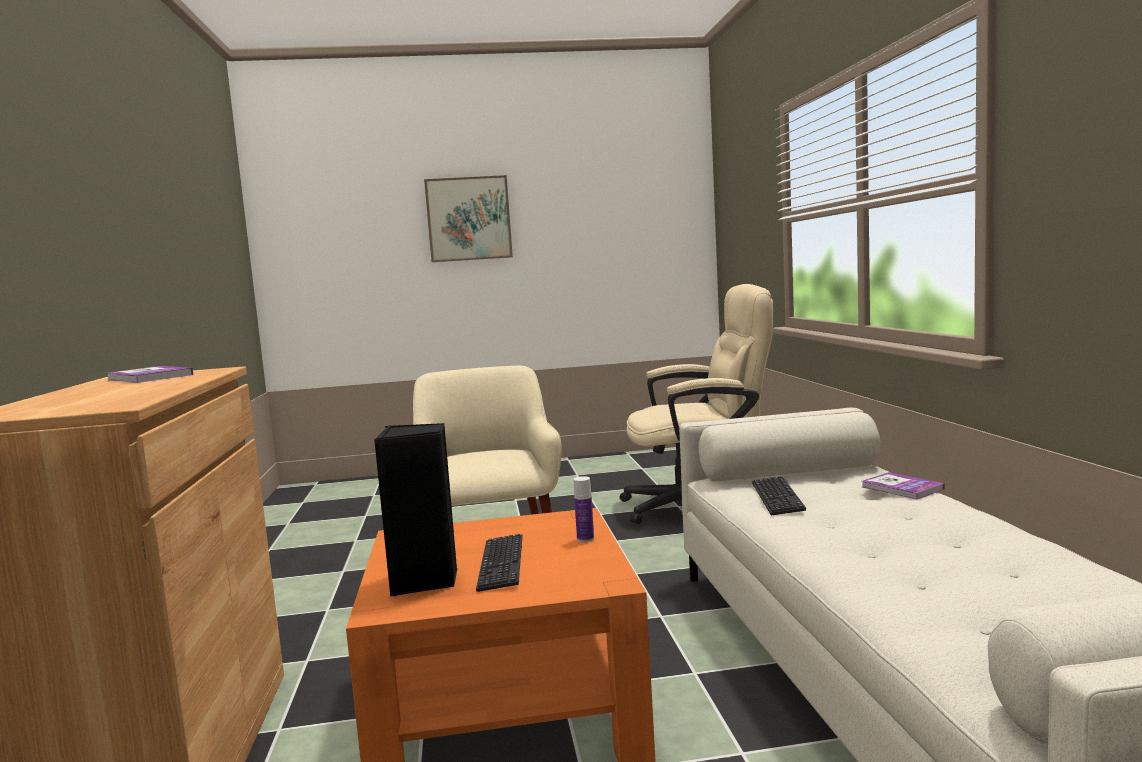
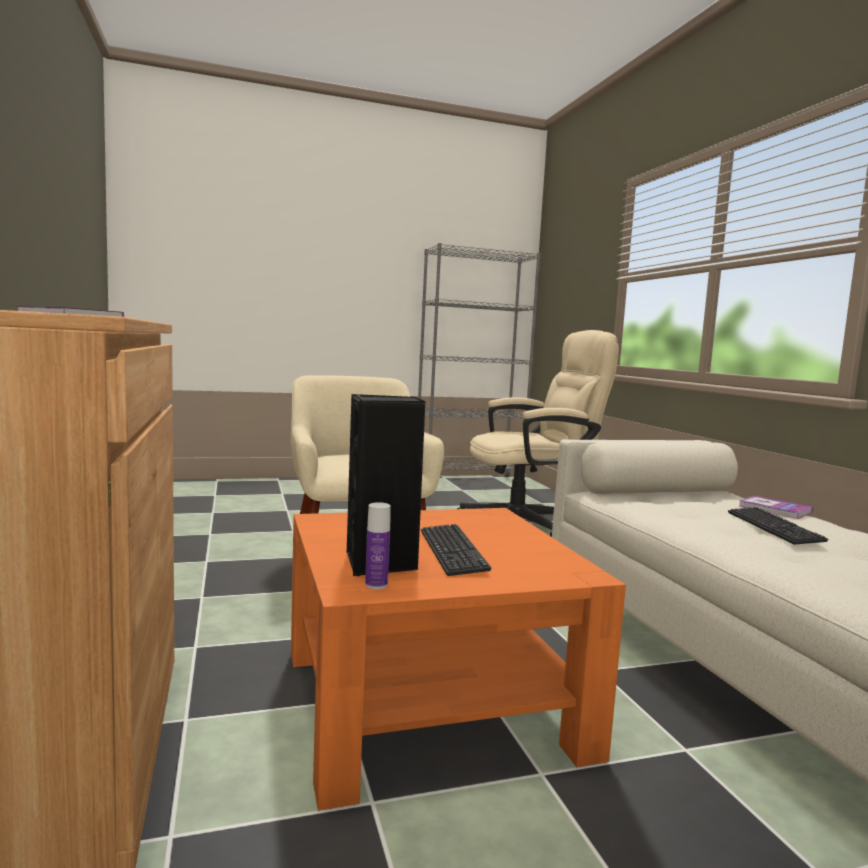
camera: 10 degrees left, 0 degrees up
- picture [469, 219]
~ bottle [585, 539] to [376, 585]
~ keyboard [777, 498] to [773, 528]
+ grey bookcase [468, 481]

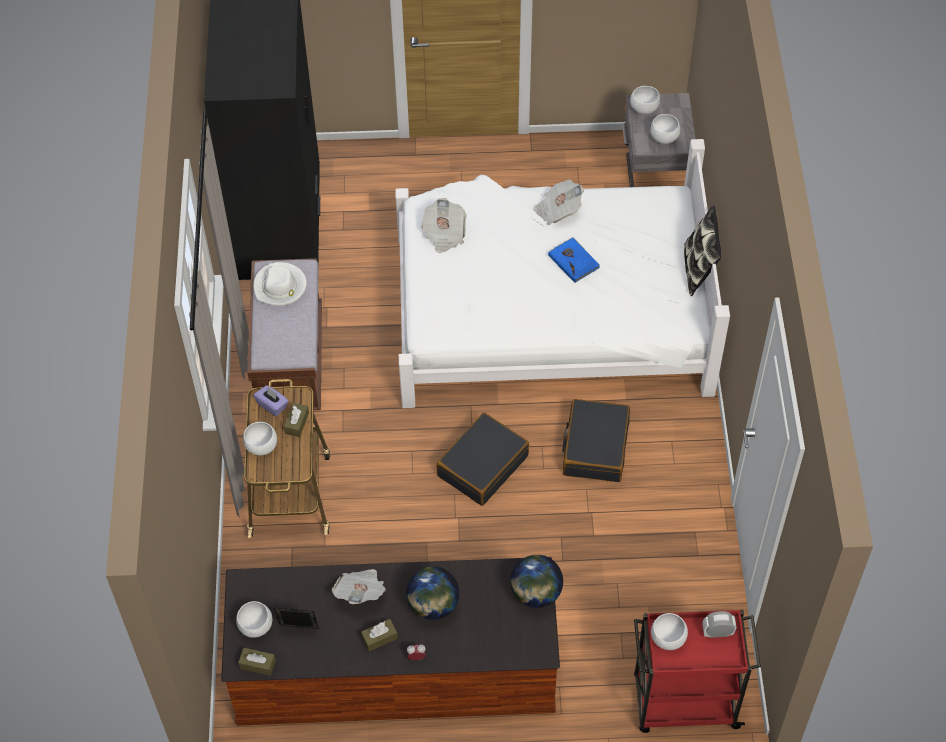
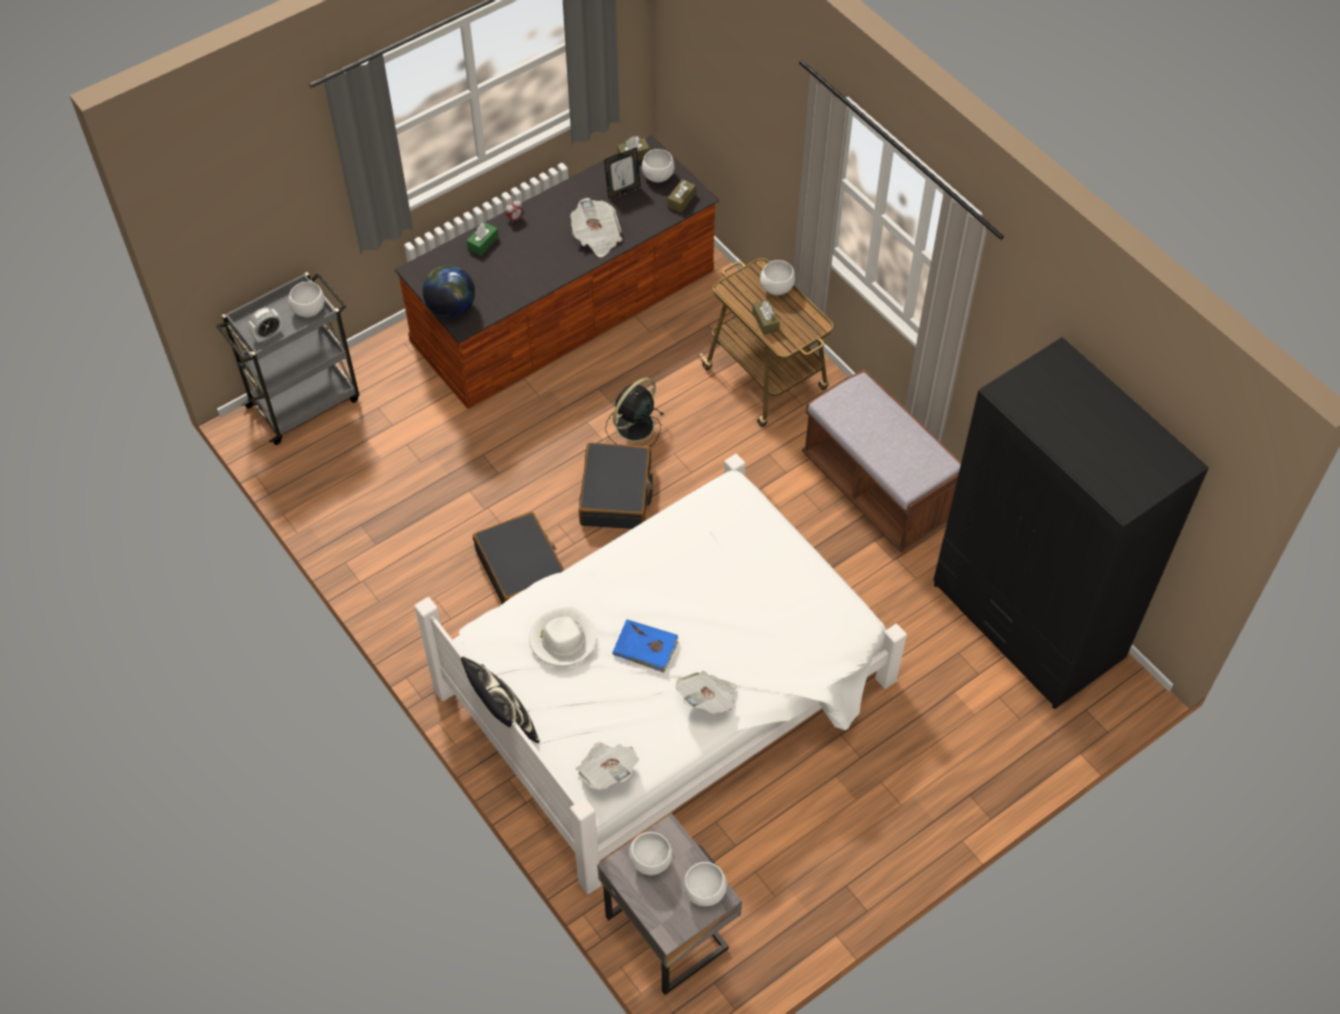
camera: 145 degrees right, 0 degrees up
~ white hat [280, 287] to [562, 639]
- purple tissue box [272, 405]
~ brown tissue box [379, 638] to [681, 200]
- globe [433, 605]
~ newspaper [444, 234] to [607, 771]
~ red cart [683, 702] to grey cart [305, 402]
+ green tissue box [483, 243]
+ black fan [633, 427]

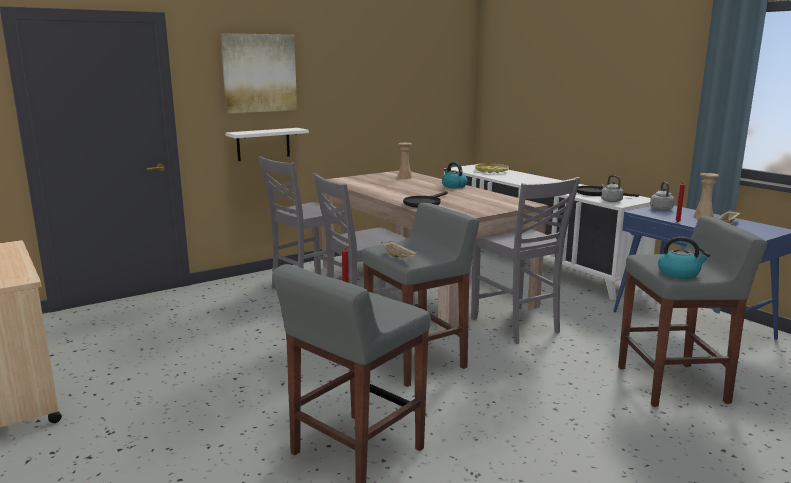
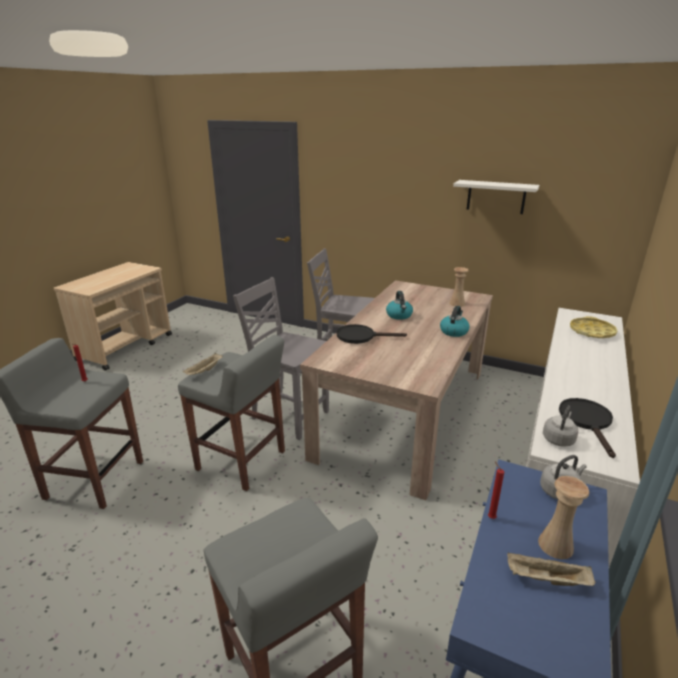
camera: 60 degrees right, 10 degrees up
- picture [259, 73]
~ white shelf [263, 144] to [496, 197]
- grey chair [516, 326]
~ kettle [679, 273] to [399, 315]

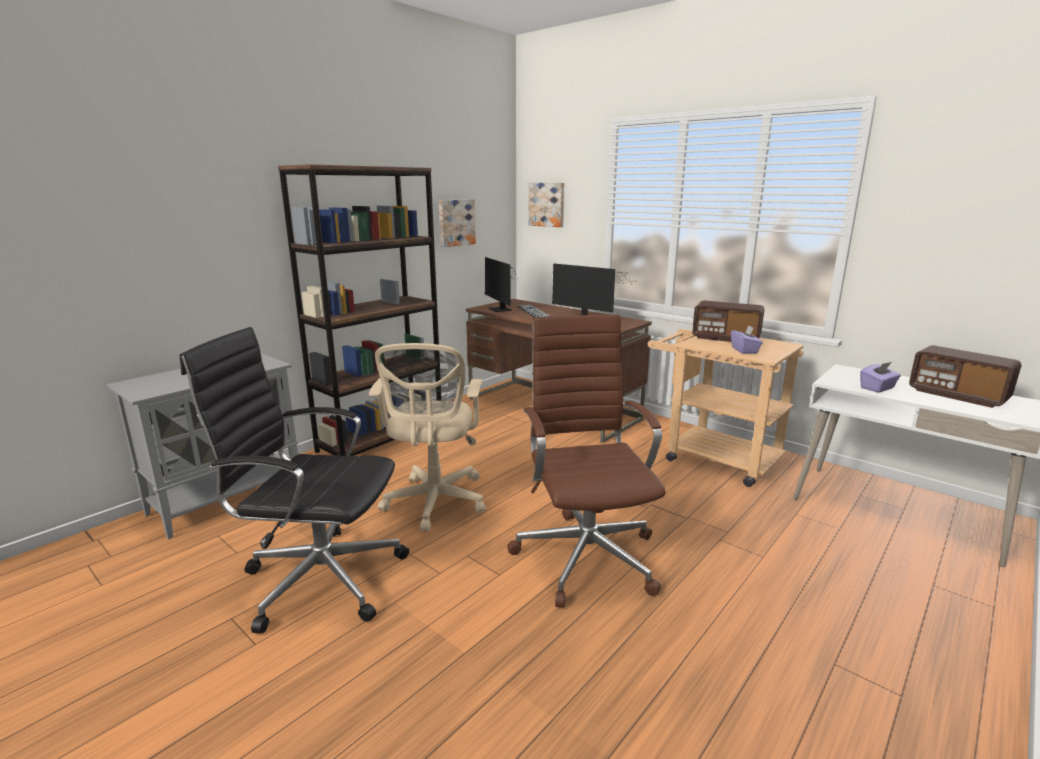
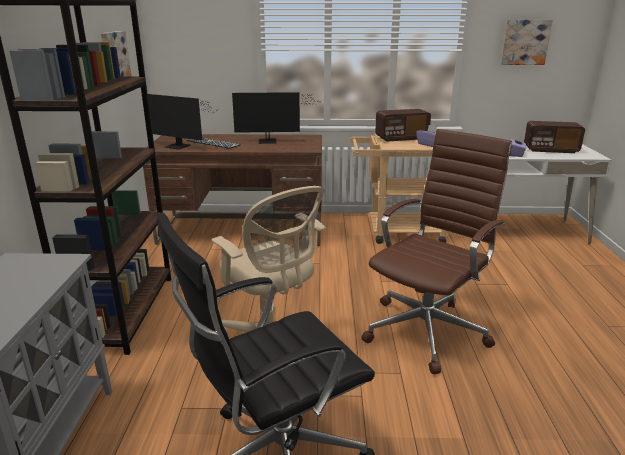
camera: 40 degrees left, 5 degrees up
~ brown office chair [586, 554] = [427, 330] 90 degrees clockwise
~ picture [547, 204] to [525, 42]

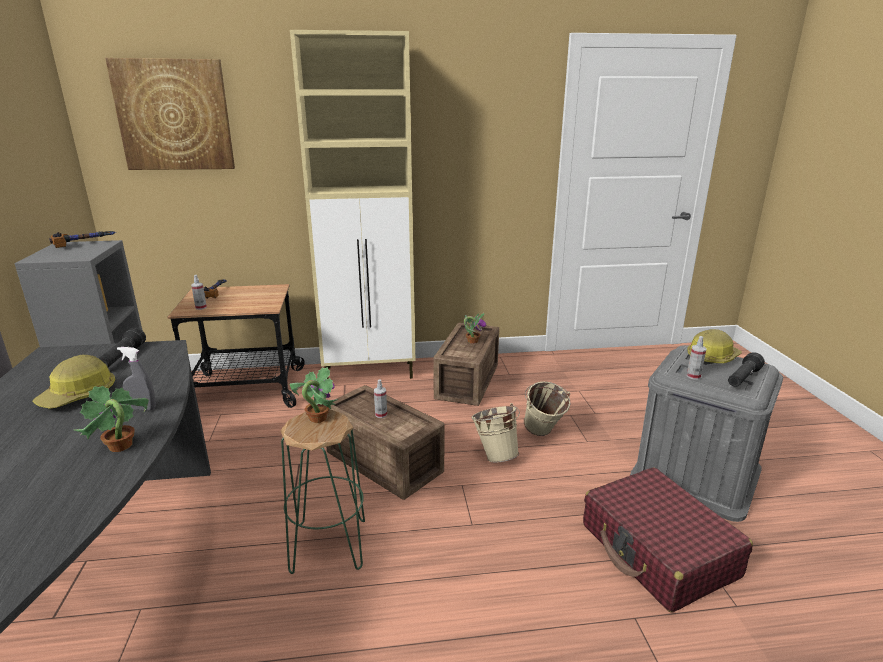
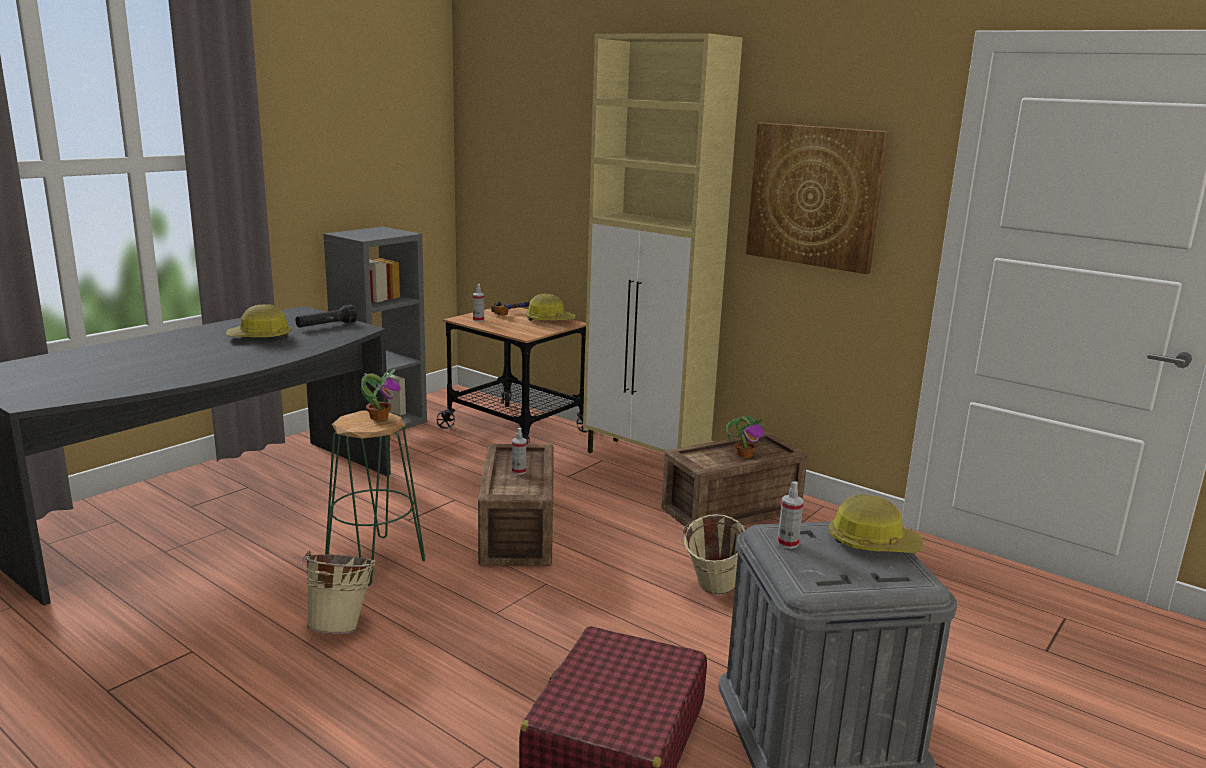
camera: 45 degrees right, 5 degrees down
- hammer [85, 243]
- potted plant [120, 446]
~ picture [174, 115] to [814, 196]
- grey spray bottle [143, 408]
~ beige bucket [495, 455] to [342, 626]
- black flashlight [742, 379]
+ hard hat [549, 320]

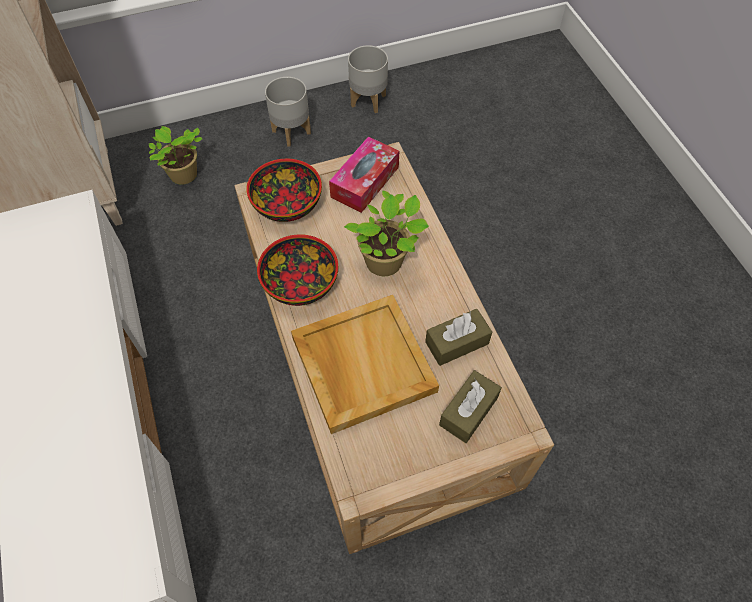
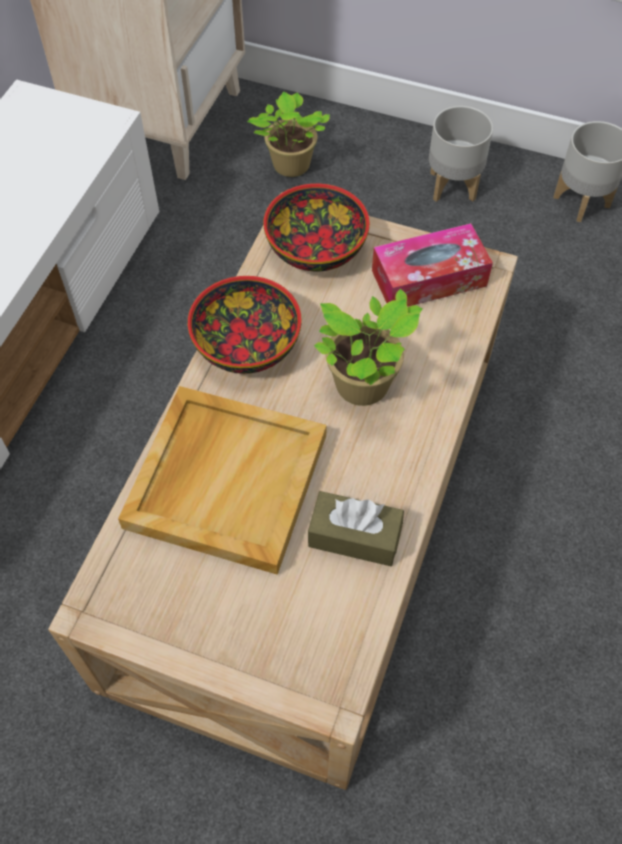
camera: 40 degrees right, 0 degrees up
- brown tissue box [468, 411]

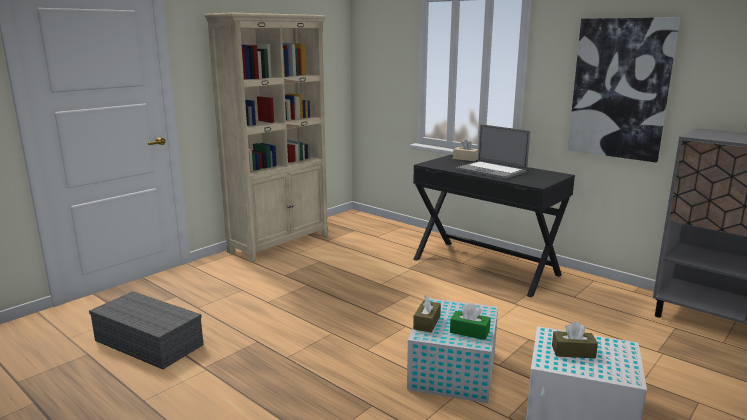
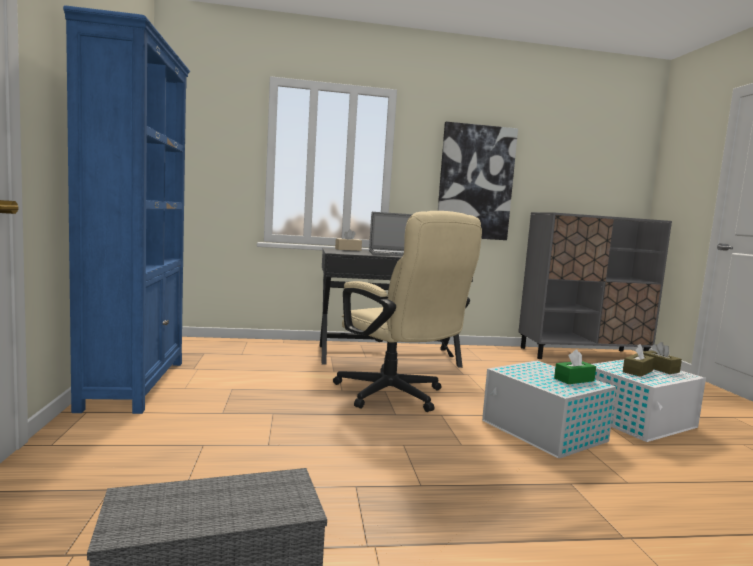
camera: 50 degrees left, 10 degrees down
~ beige bookcase [280, 243] to blue bookcase [135, 384]
~ brown tissue box [427, 322] to [659, 368]
+ beige office chair [396, 396]

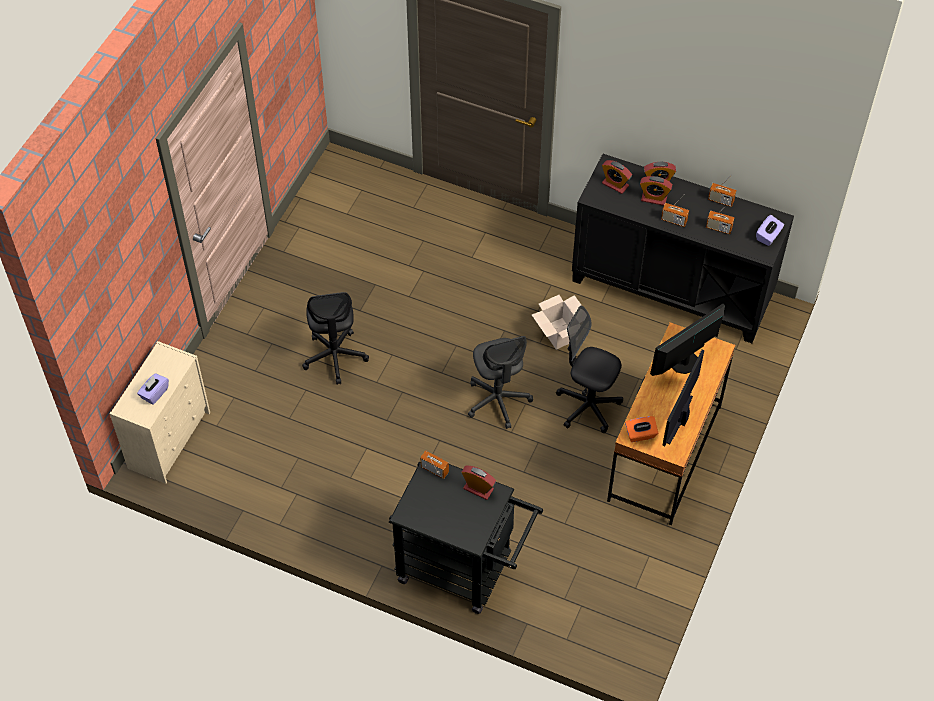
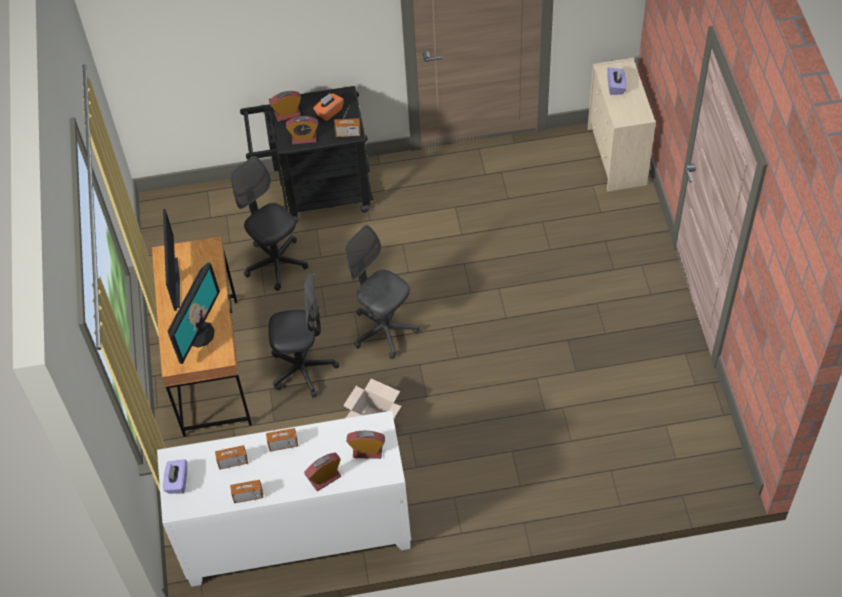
camera: 150 degrees right, 0 degrees up
~ black office chair [335, 357] to [276, 263]
~ black cabinet [672, 287] to white cabinet [296, 535]
~ orange tissue box [640, 434] to [329, 112]
~ alarm clock [654, 198] to [287, 114]

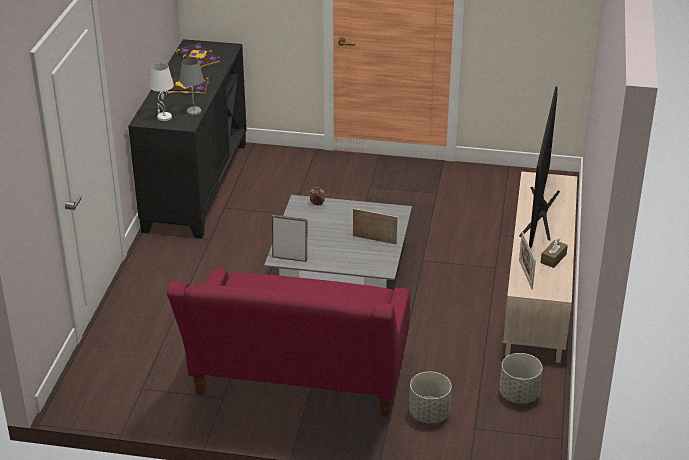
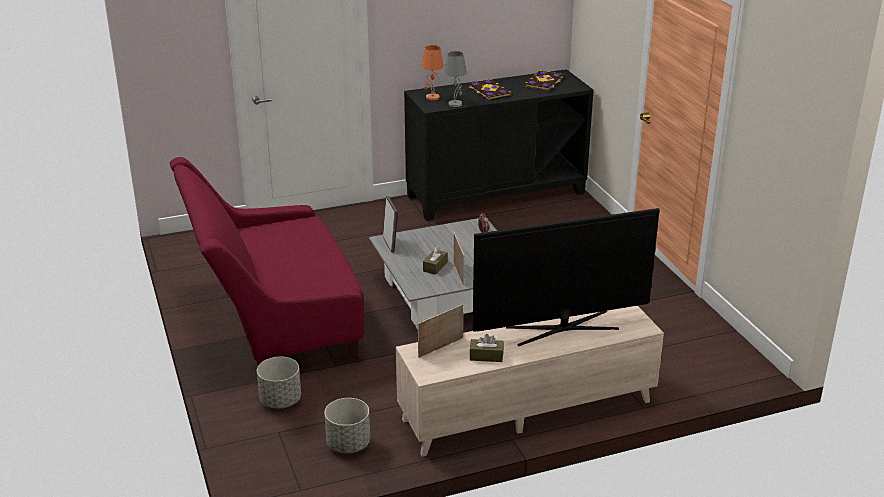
camera: 60 degrees right, 5 degrees down
~ white table lamp [164, 117] to orange table lamp [432, 97]
+ brown tissue box [435, 267]

